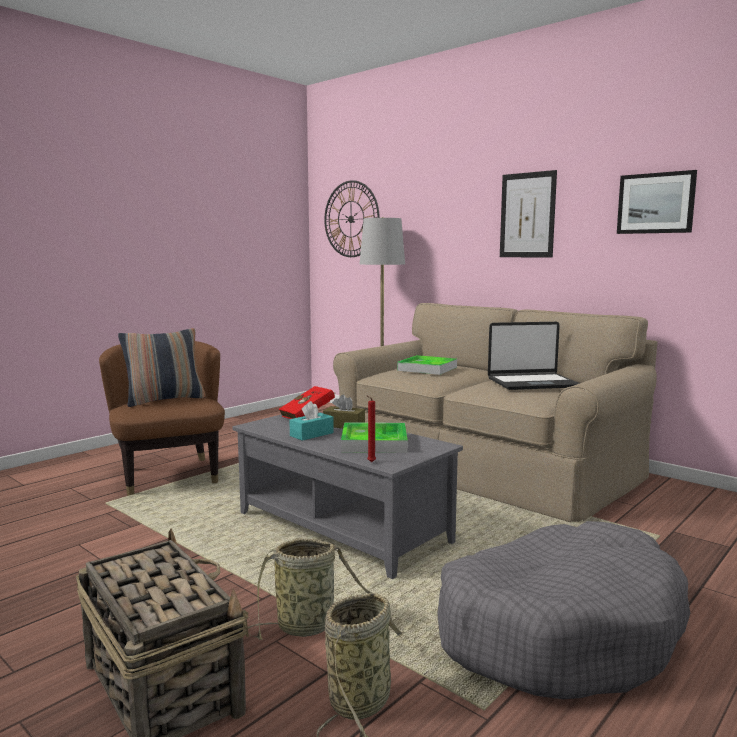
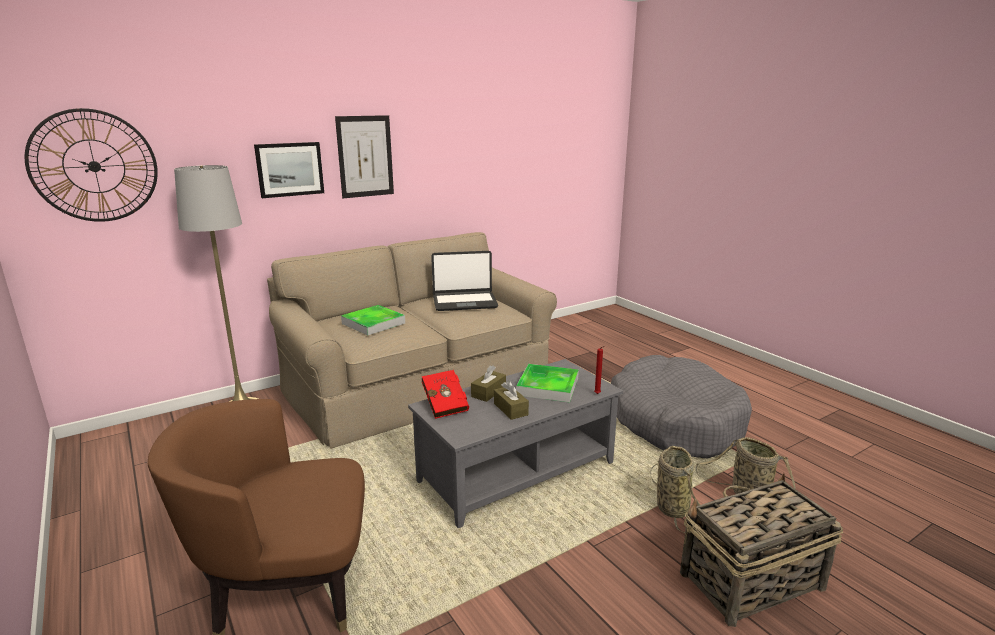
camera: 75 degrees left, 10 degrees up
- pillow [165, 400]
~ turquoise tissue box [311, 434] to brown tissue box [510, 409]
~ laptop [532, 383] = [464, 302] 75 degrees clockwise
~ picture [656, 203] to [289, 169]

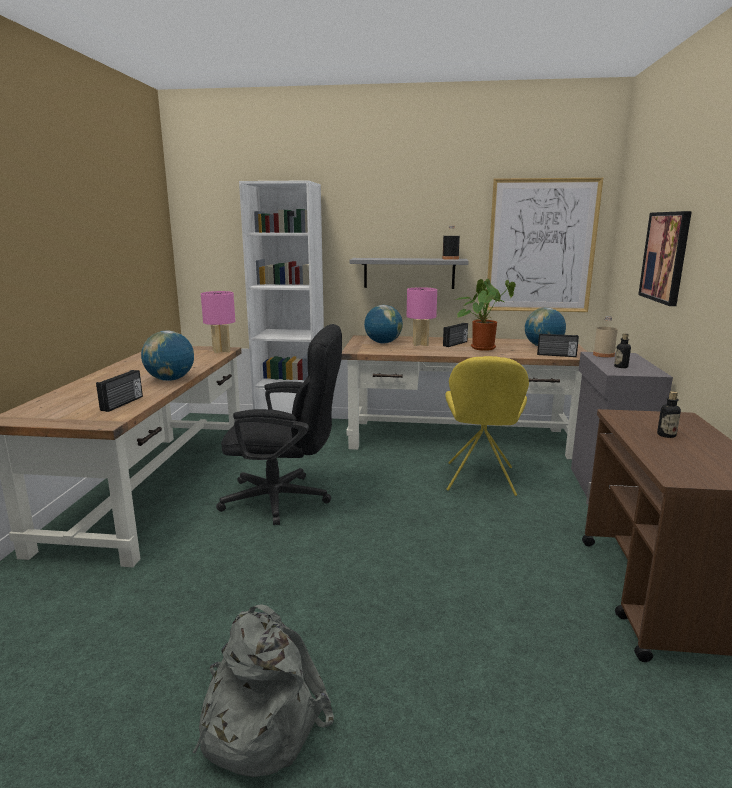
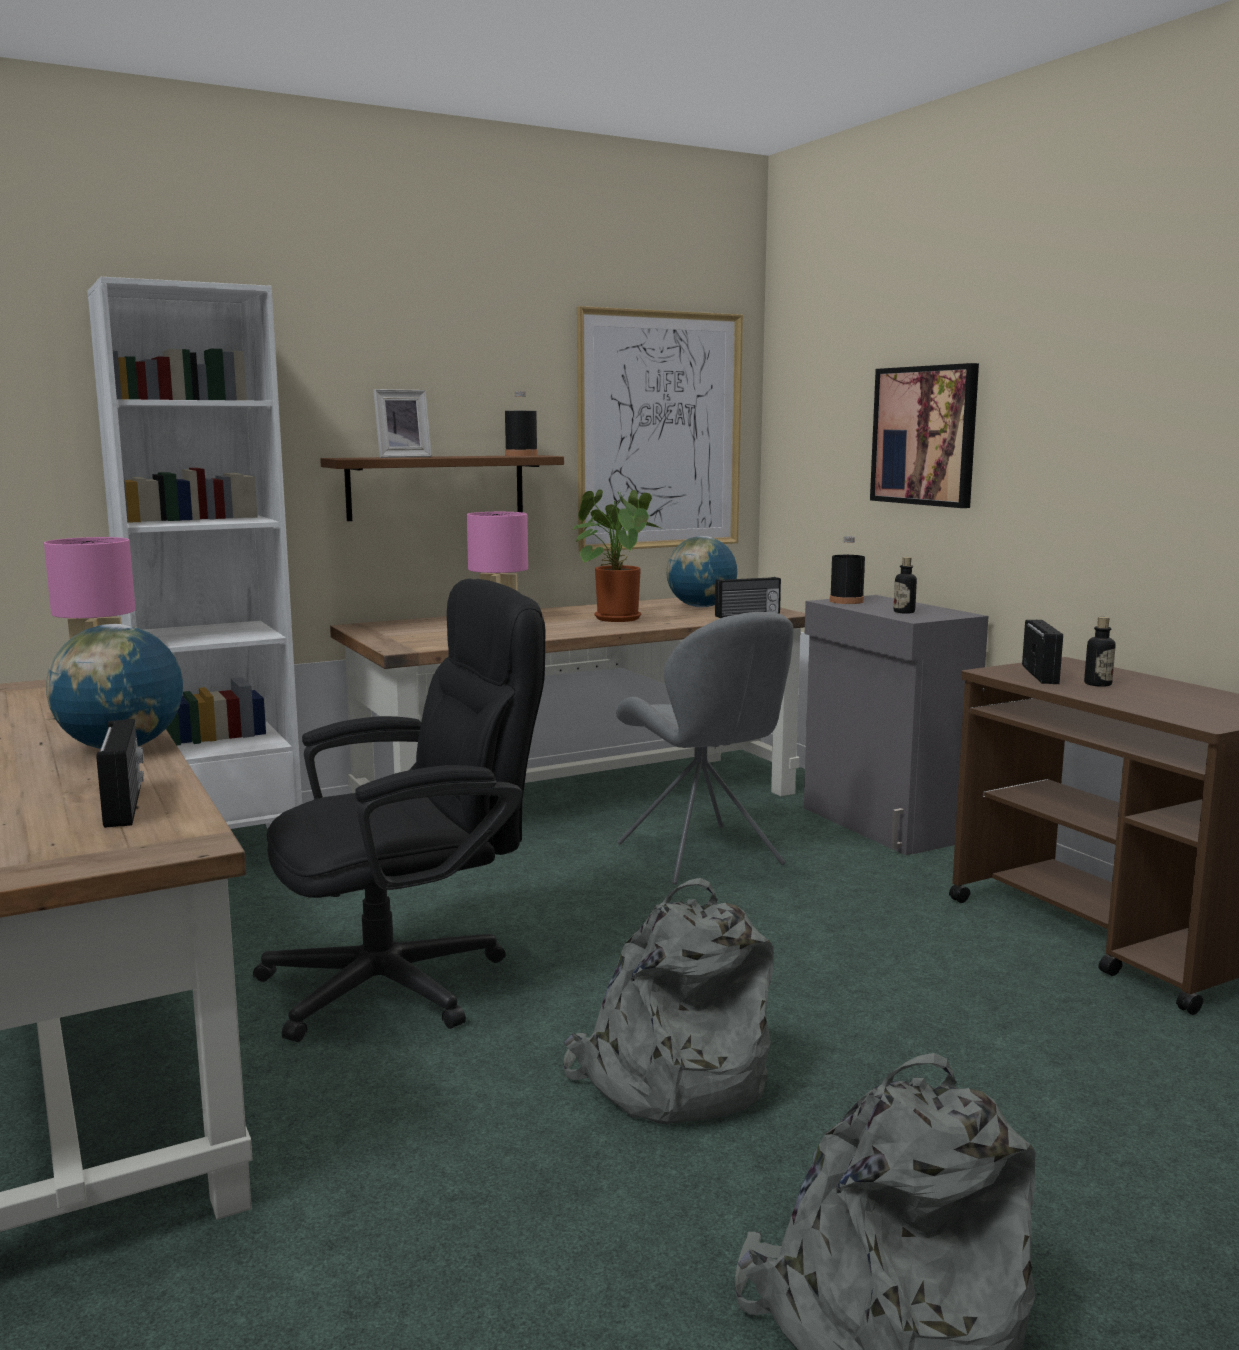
camera: 35 degrees left, 5 degrees down
~ grey shelf [409, 273] to brown shelf [436, 487]
- globe [383, 343]
~ radio [455, 344] to [1042, 674]
~ yellow chair [480, 480] to grey chair [702, 856]
~ beige bottle [603, 355] to black bottle [846, 601]
+ picture frame [402, 457]
+ grey backpack [671, 1079]

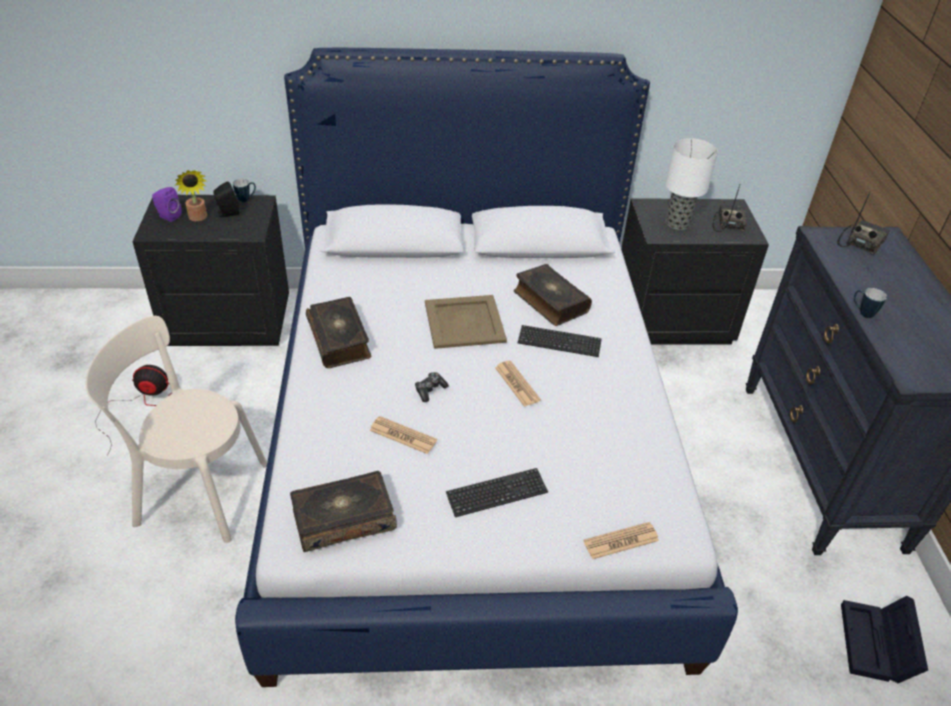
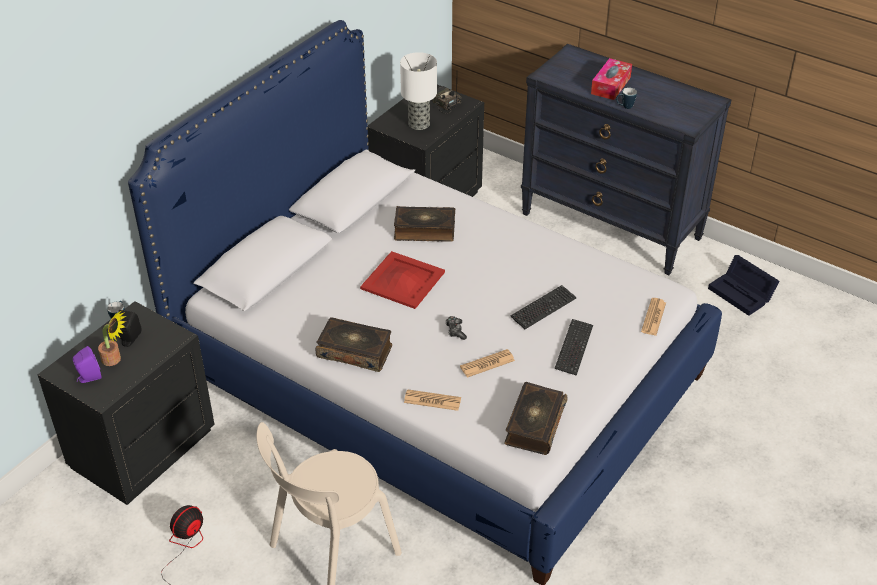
camera: 50 degrees left, 0 degrees up
~ beige tray [464, 322] to red tray [403, 281]
~ newspaper [517, 384] to [432, 400]
~ keyboard [559, 342] to [543, 308]
- radio [861, 242]
+ tissue box [610, 85]

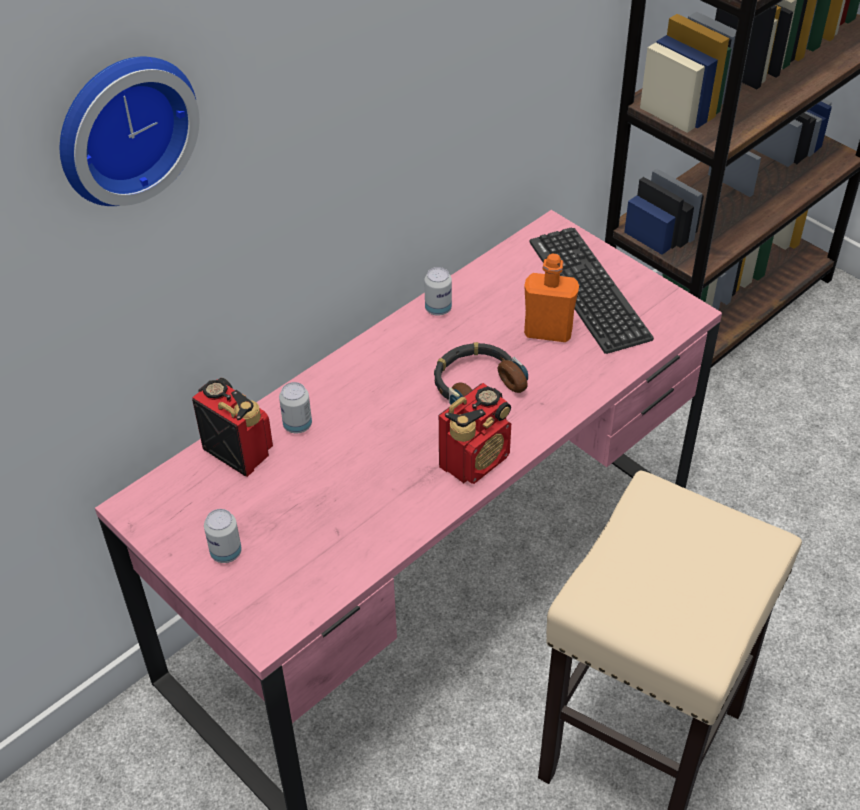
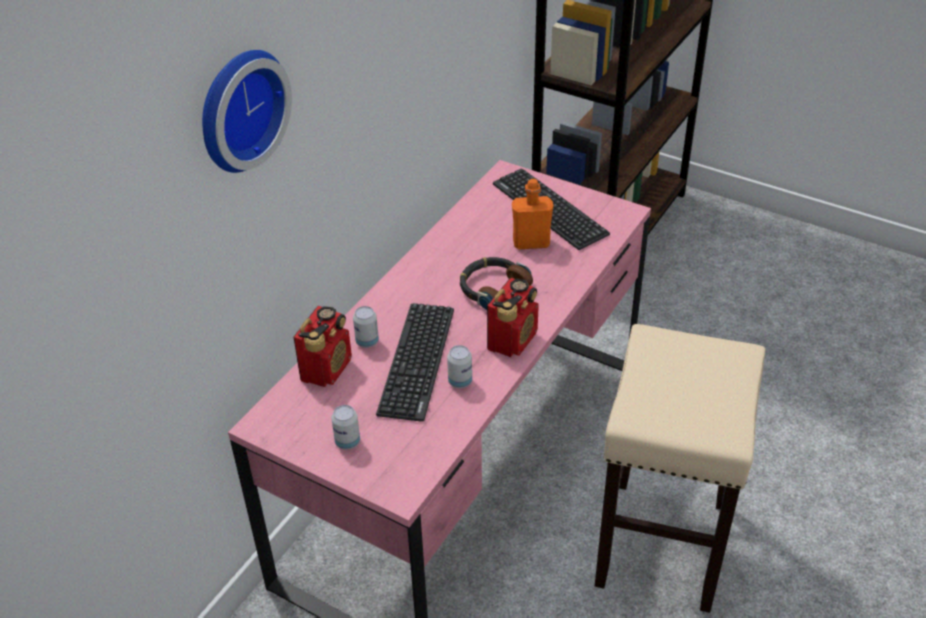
camera: 15 degrees left, 5 degrees down
~ radio [237, 450] = [327, 368] 90 degrees clockwise
~ can [438, 309] to [460, 382]
+ keyboard [417, 361]

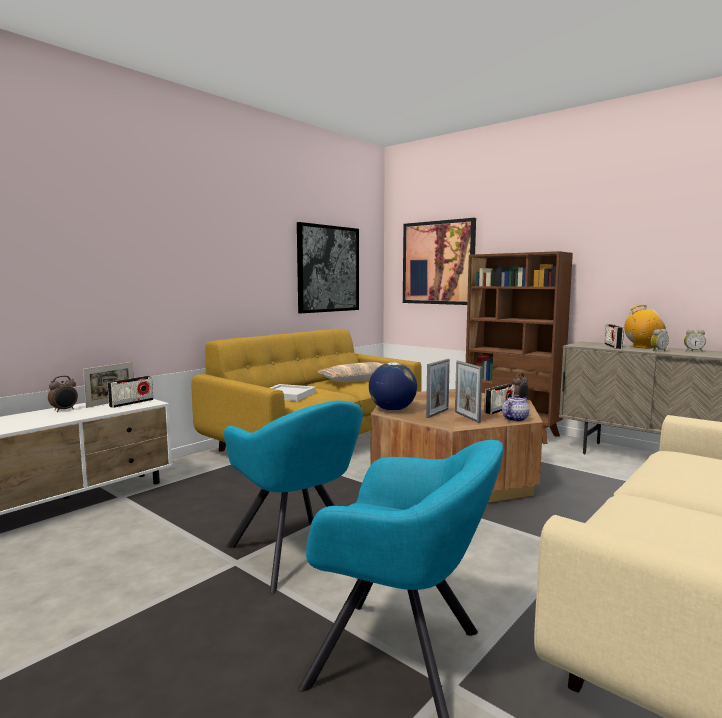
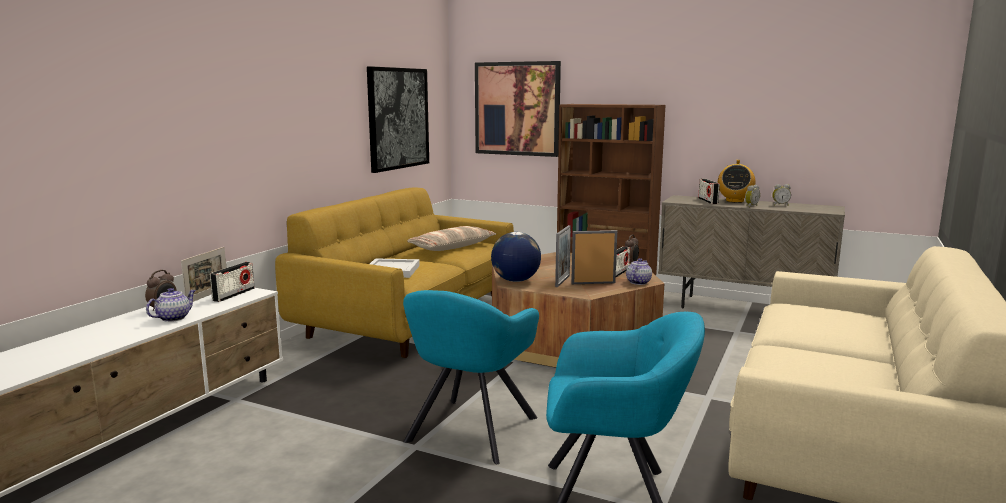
camera: 15 degrees left, 5 degrees up
~ turquoise armchair [298, 554] = [470, 432] 75 degrees clockwise
~ picture frame [467, 417] = [593, 283] 120 degrees clockwise
~ radio [642, 347] = [734, 201] 120 degrees clockwise
+ teapot [174, 318]

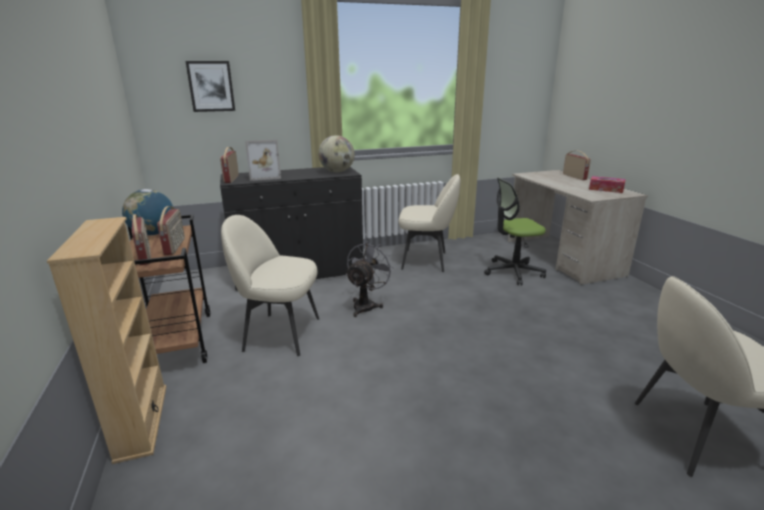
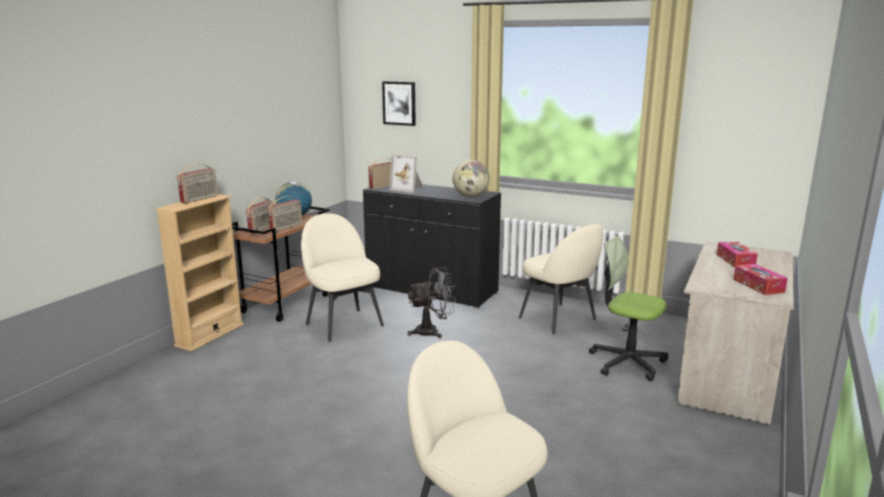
camera: 45 degrees right, 5 degrees down
~ radio [575, 177] to [200, 199]
+ tissue box [735, 260]

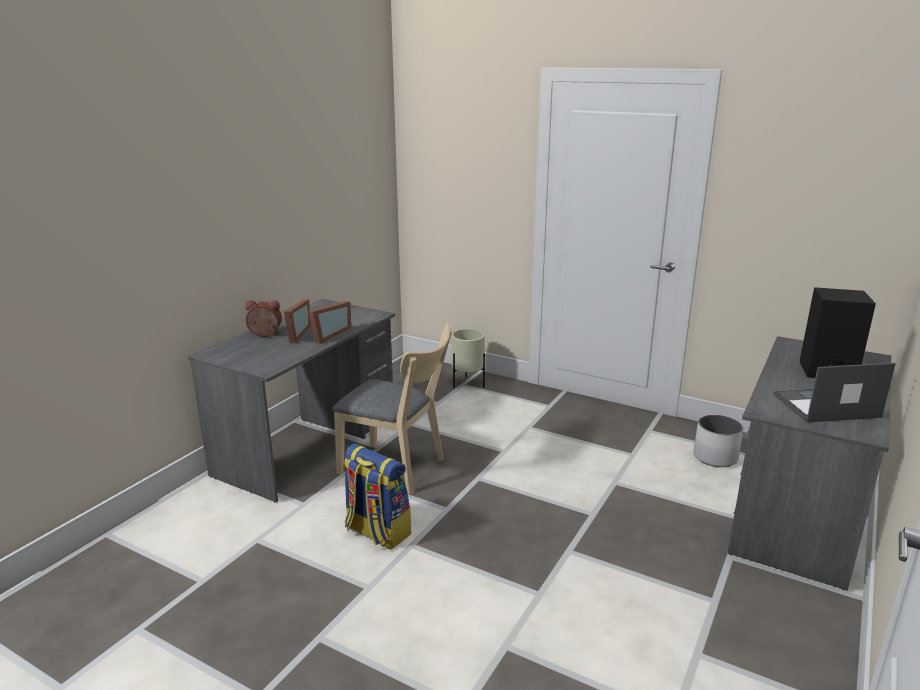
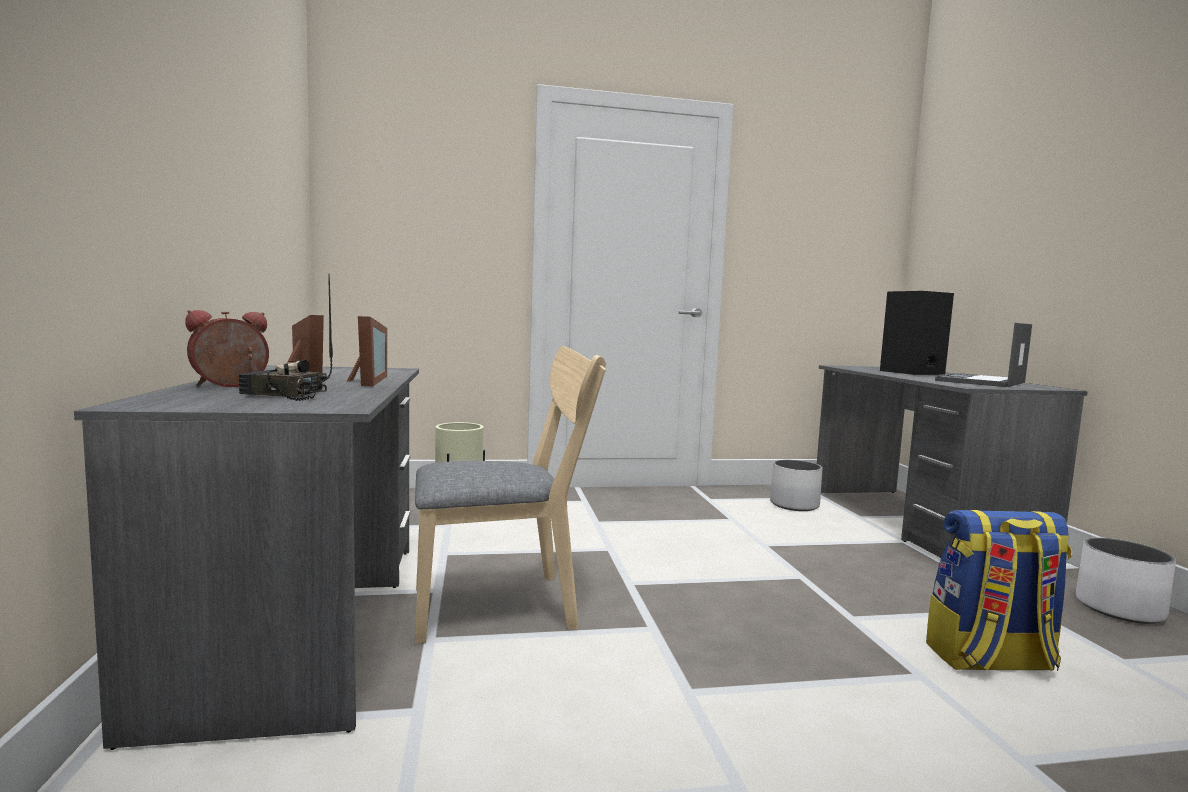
camera: 40 degrees left, 15 degrees down
~ backpack [376, 532] to [990, 660]
+ radio [284, 395]
+ white planter [1118, 609]

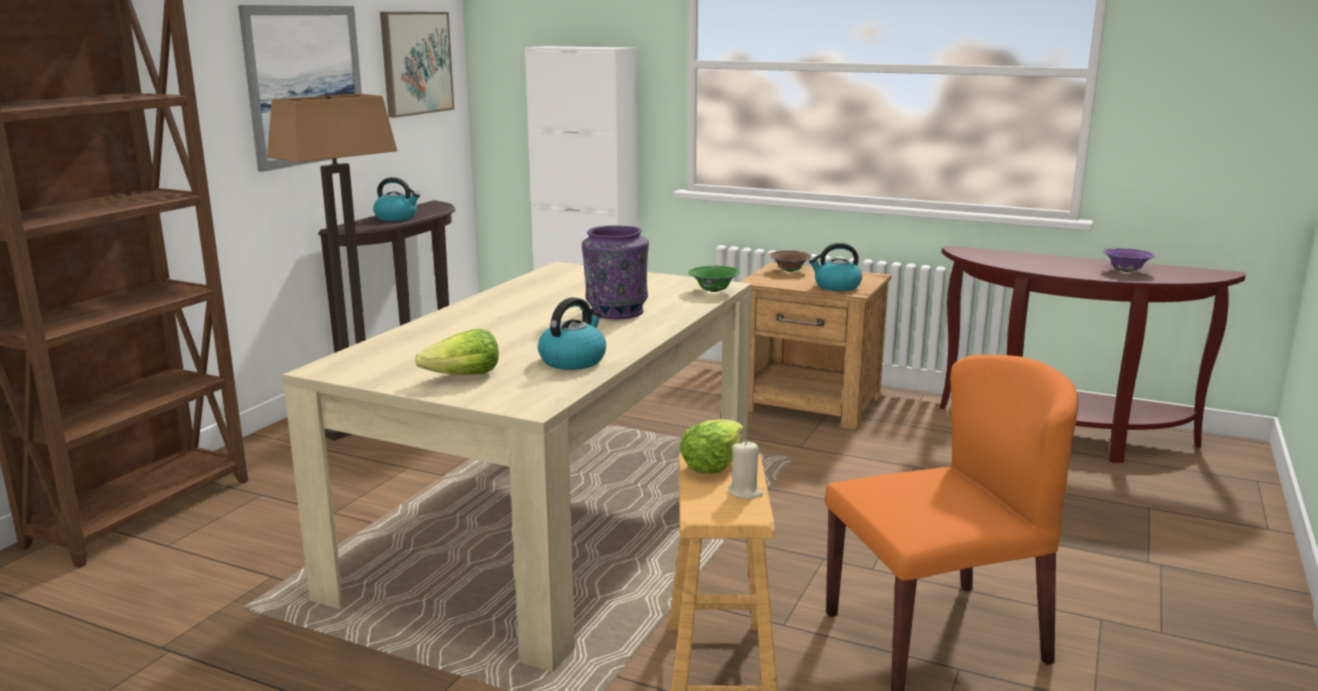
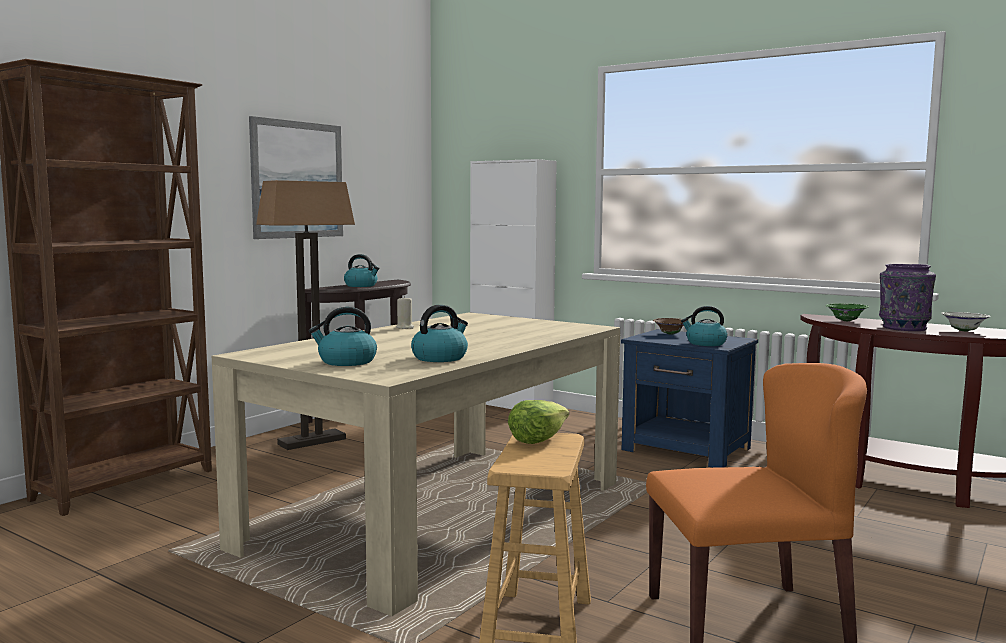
camera: 10 degrees right, 10 degrees down
- picture [416, 63]
~ lettuce [463, 376] to kettle [346, 362]
~ purple vase [615, 312] to [903, 328]
~ green bowl [714, 291] to [846, 321]
~ beige candle [745, 492] to [405, 327]
~ brown nightstand [811, 405] to blue nightstand [687, 450]
~ purple bowl [1126, 271] to white bowl [964, 331]

